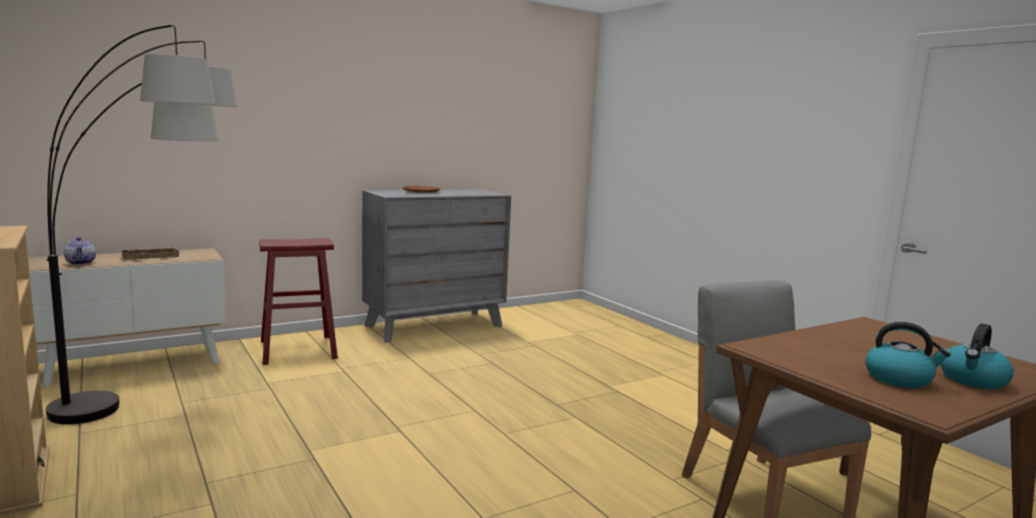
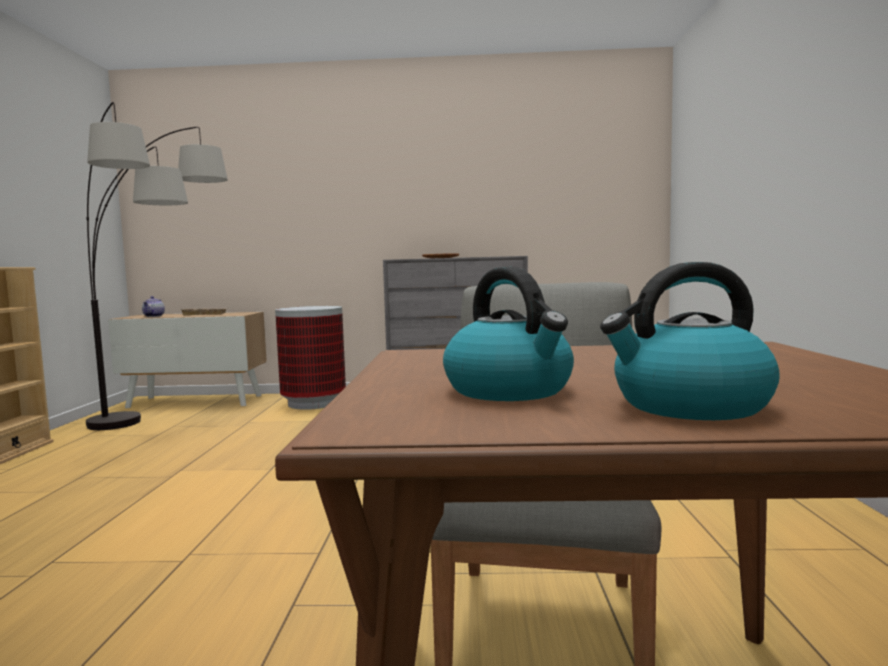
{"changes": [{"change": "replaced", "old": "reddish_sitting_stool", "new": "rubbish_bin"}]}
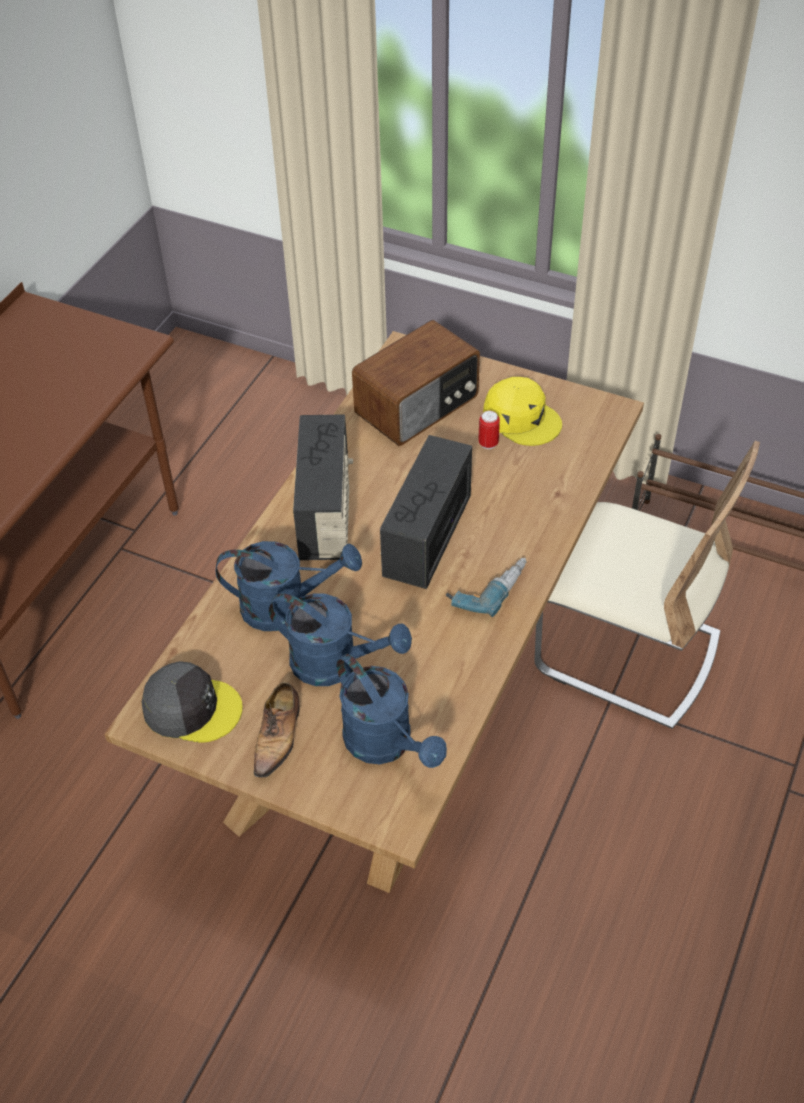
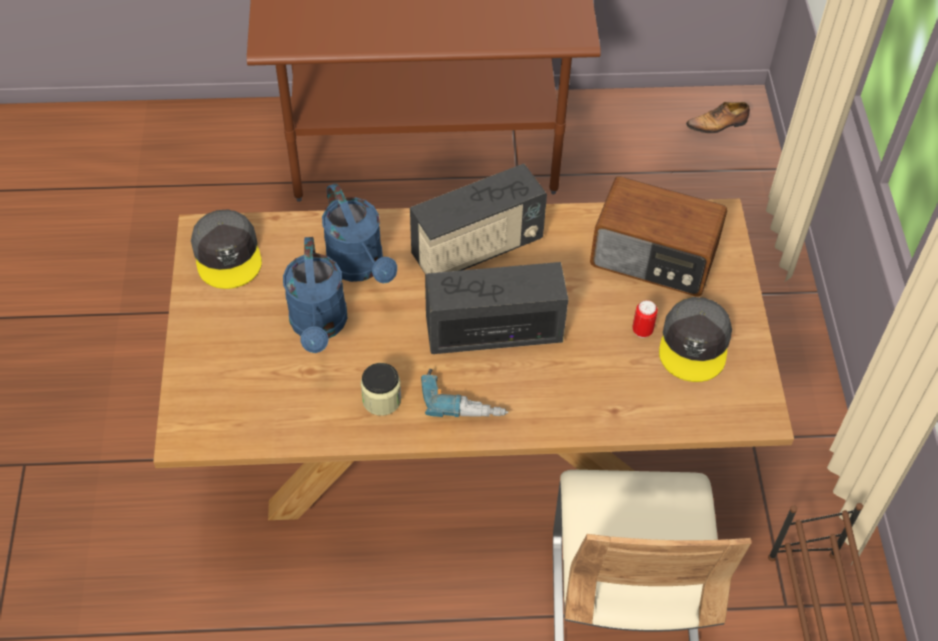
{"changes": [{"change": "added", "new": "preserve_jar"}, {"change": "recoloured", "old": "yellow_baseball_cap", "new": "greyish_baseball_cap (2nd from left)"}, {"change": "moved", "old": "shoe"}, {"change": "removed", "old": "blue-coloured_sprinkling_can (3rd from left)"}]}
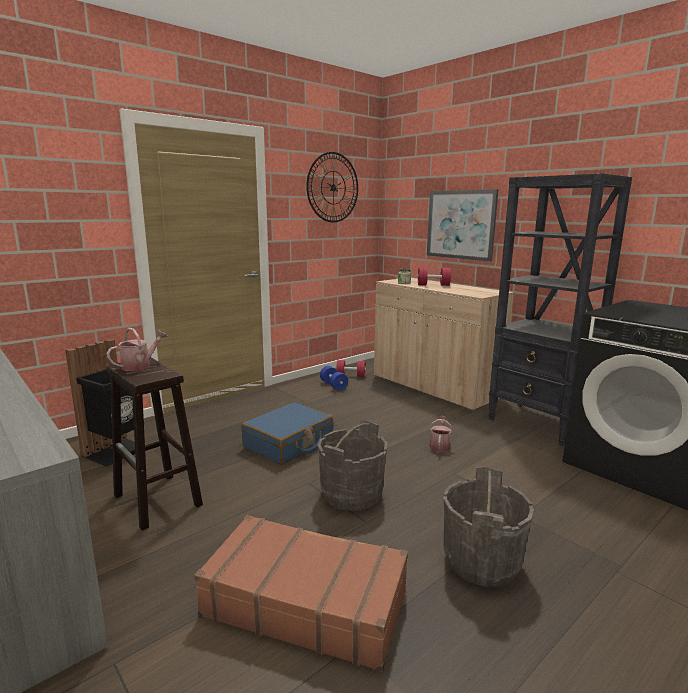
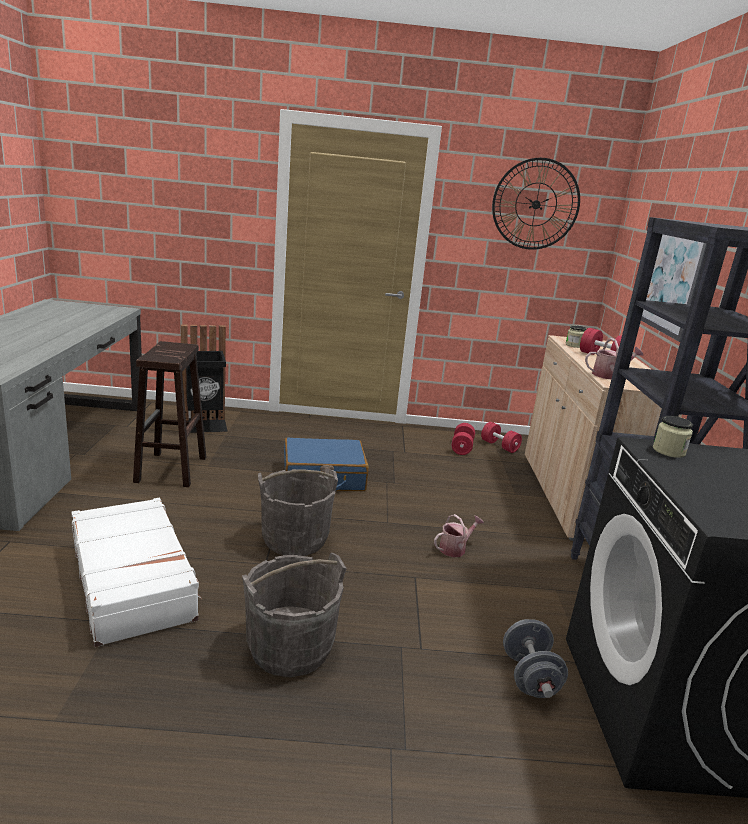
{"changes": [{"change": "recoloured", "old": "brown-coloured_suitcase", "new": "whitish_suitcase"}, {"change": "recoloured", "old": "blue-coloured_free_weight", "new": "reddish_free_weight (1st from left)"}, {"change": "added", "new": "greyish_free_weight"}, {"change": "moved", "old": "sprinkling_can (1st from left in the first image)", "new": "sprinkling_can (2nd from left)"}, {"change": "added", "new": "preserve_jar (2nd from left)"}]}
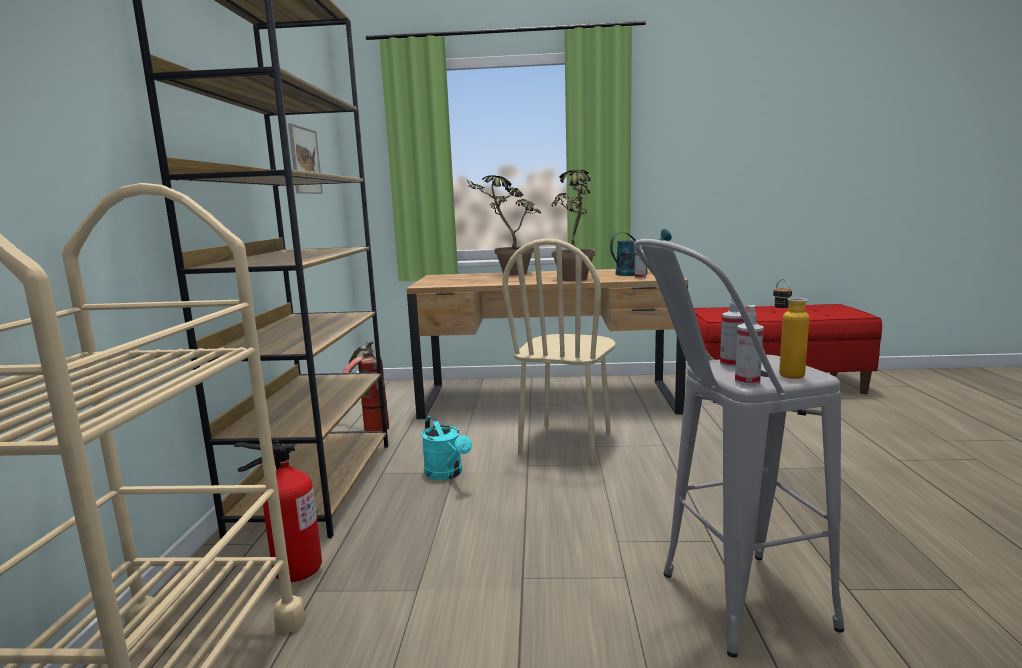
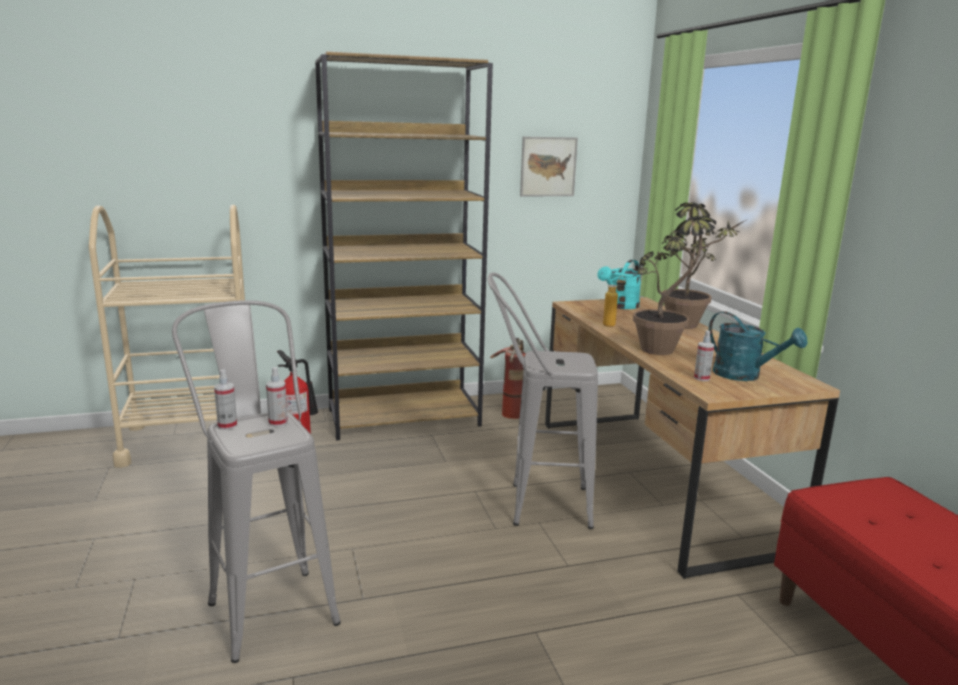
{"changes": [{"change": "replaced", "old": "beige_upright_chair", "new": "greyish_sitting_stool (2nd from left)"}, {"change": "moved", "old": "turquoise_sprinkling_can (1st from left)"}, {"change": "moved", "old": "beverage_bottle"}]}
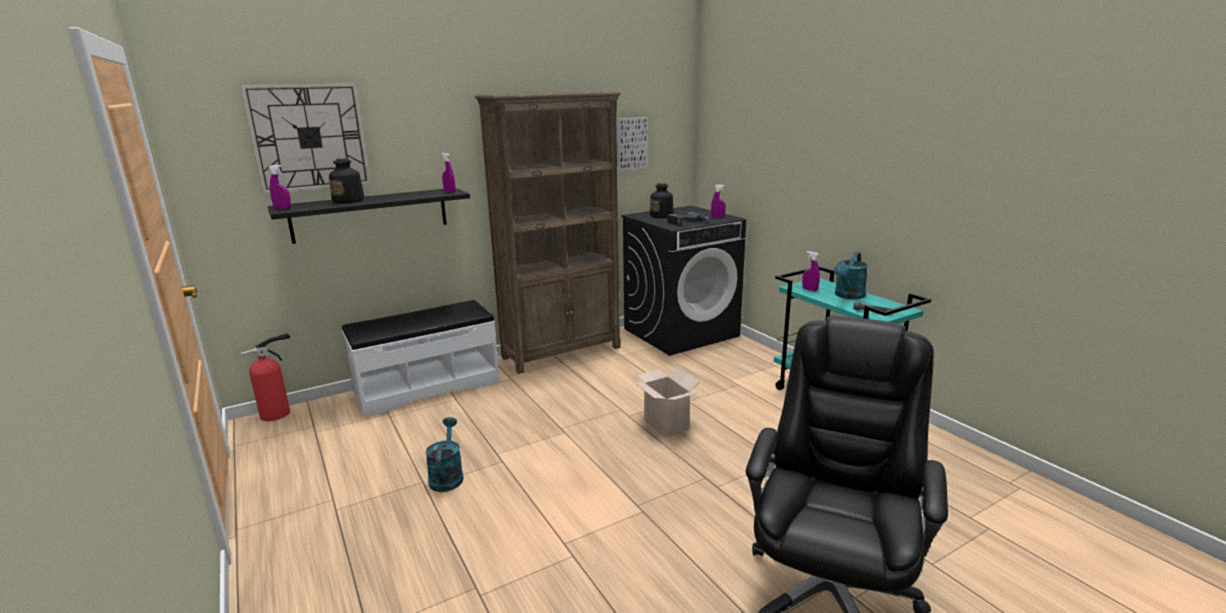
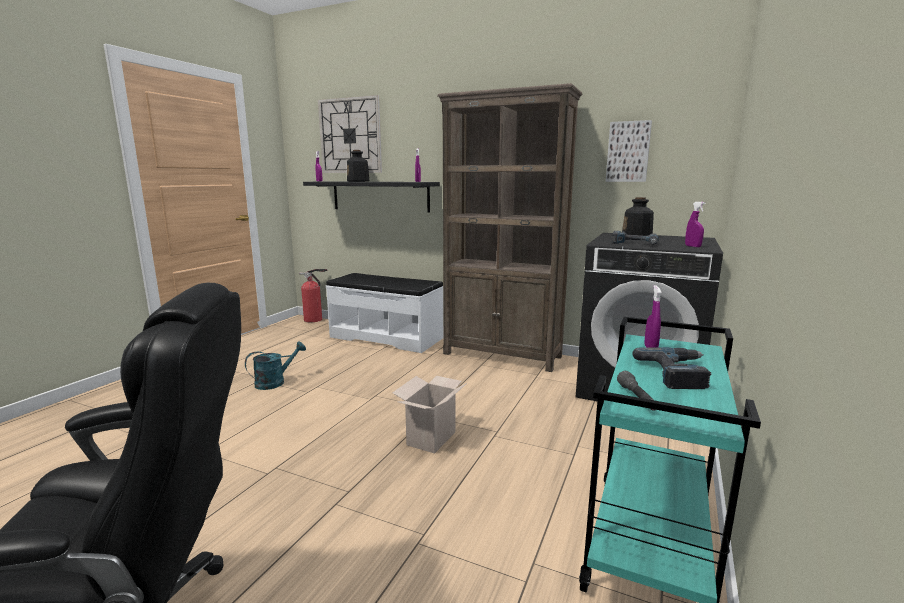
{"changes": [{"change": "replaced", "old": "turquoise_sprinkling_can (2nd from left)", "new": "power_drill (2nd from left)"}]}
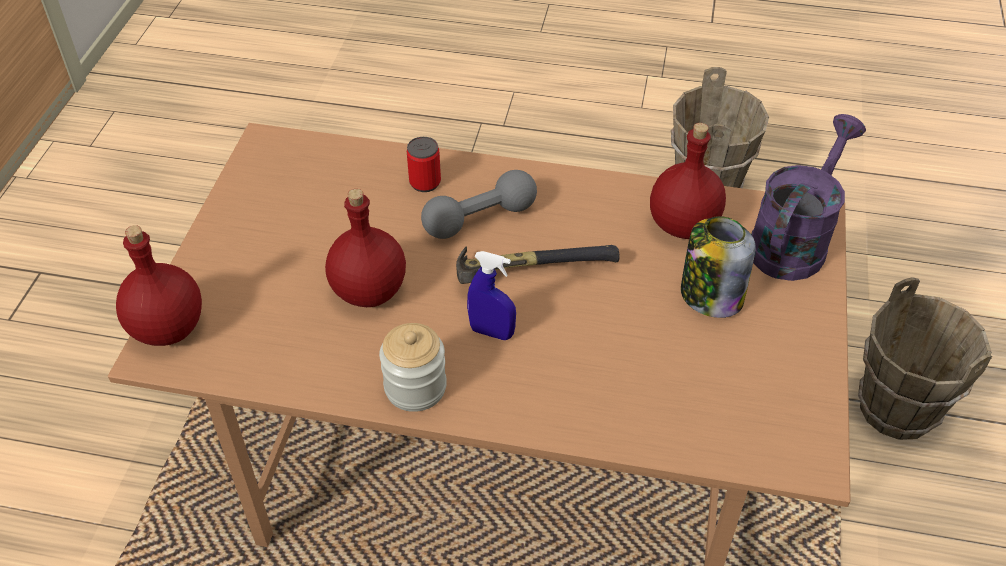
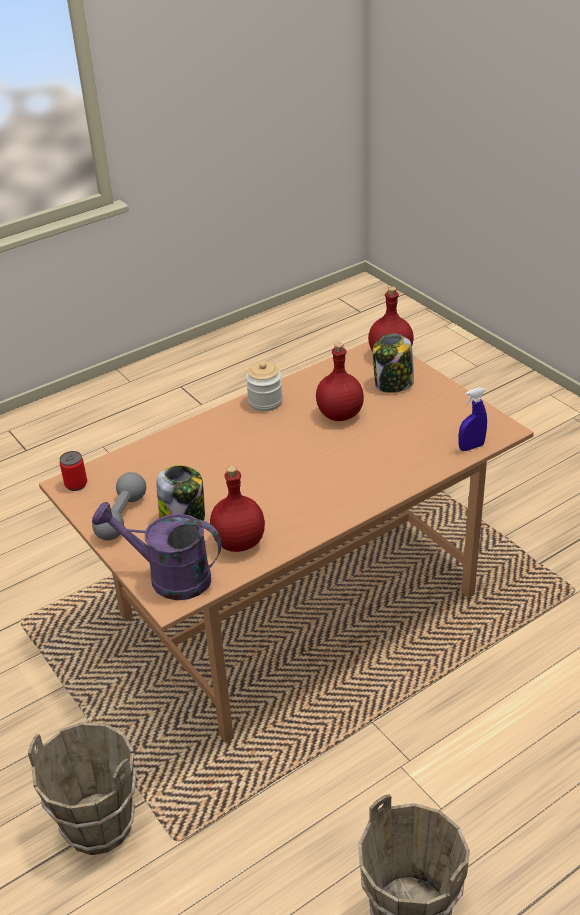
{"changes": [{"change": "moved", "old": "sealed_can"}, {"change": "moved", "old": "greyish_free_weight"}, {"change": "turned", "old": "purple_sprinkling_can", "degrees": 120}, {"change": "added", "new": "preserve_jar (3rd from left)"}, {"change": "moved", "old": "blue-coloured_spray_bottle"}, {"change": "removed", "old": "hand_hammer"}]}
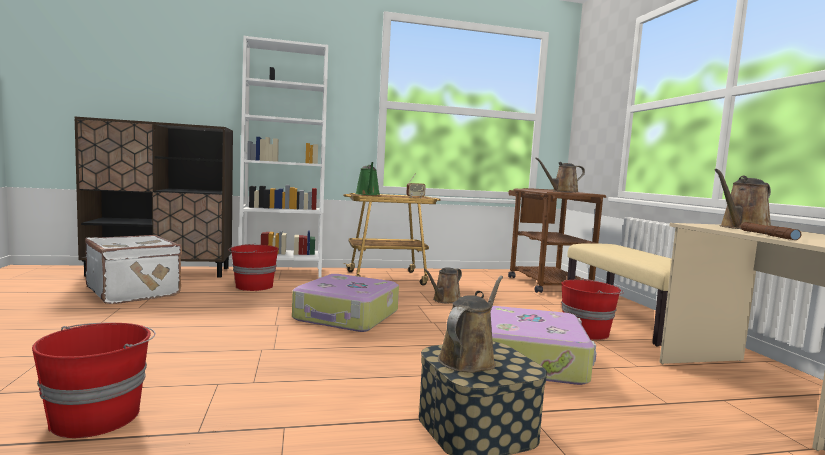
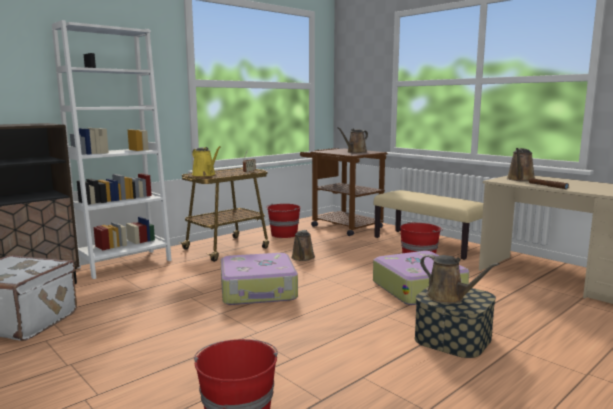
{"changes": [{"change": "recoloured", "old": "green-coloured_sprinkling_can", "new": "yellow_sprinkling_can"}, {"change": "moved", "old": "reddish_bucket (2nd from left)"}, {"change": "turned", "old": "brown-coloured_sprinkling_can (2nd from left in the first image)", "degrees": 135}]}
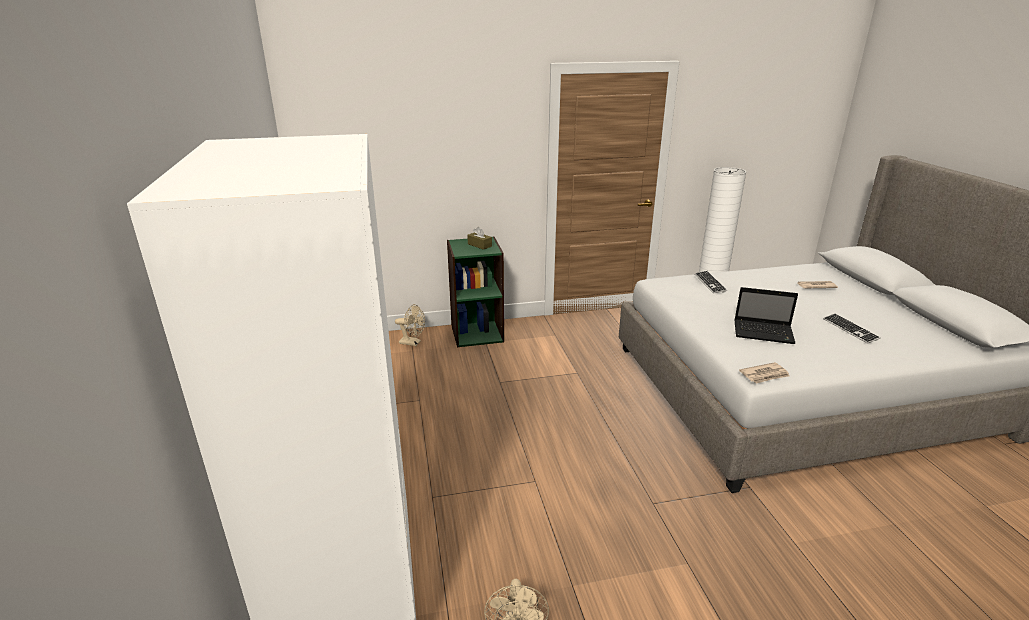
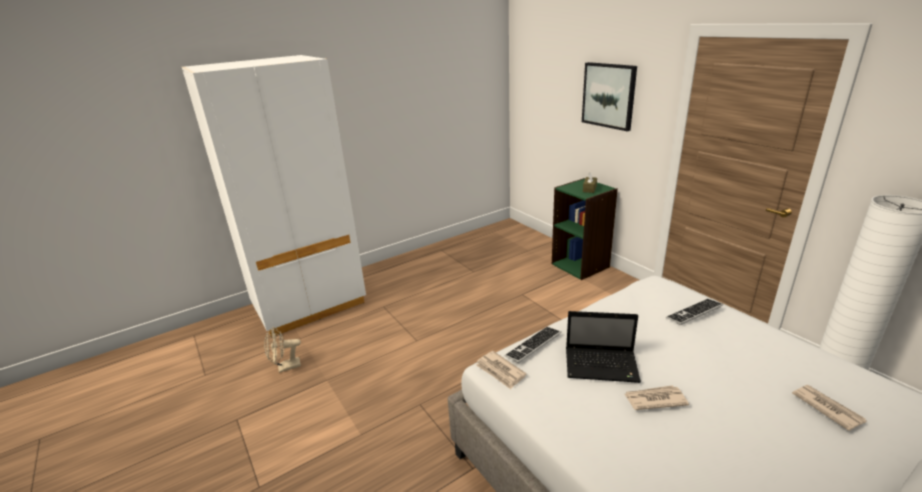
{"changes": [{"change": "moved", "old": "keyboard (2nd from left in the first image)", "new": "keyboard (1st from left)"}, {"change": "turned", "old": "notebook_computer", "degrees": -75}, {"change": "added", "new": "picture"}, {"change": "added", "new": "daily_paper (2nd from left)"}, {"change": "removed", "old": "beige_fan (1st from left)"}]}
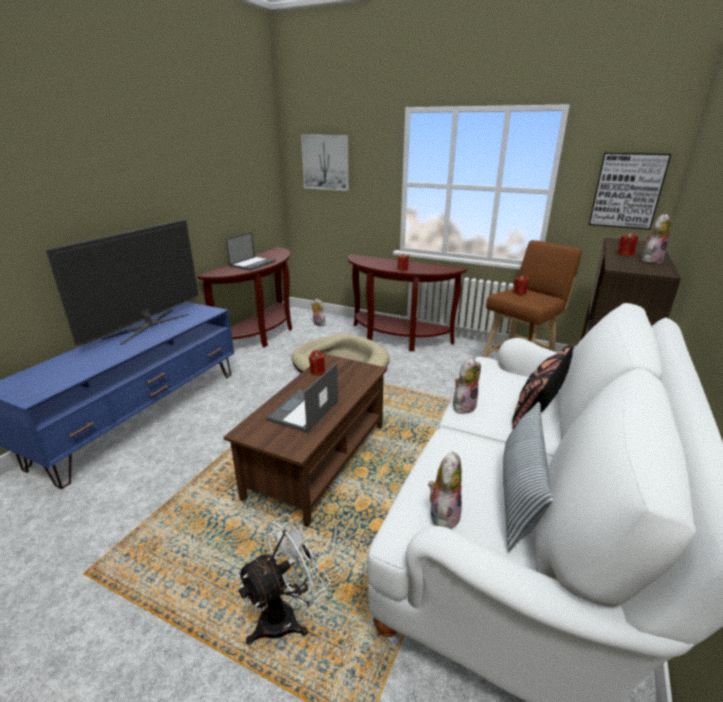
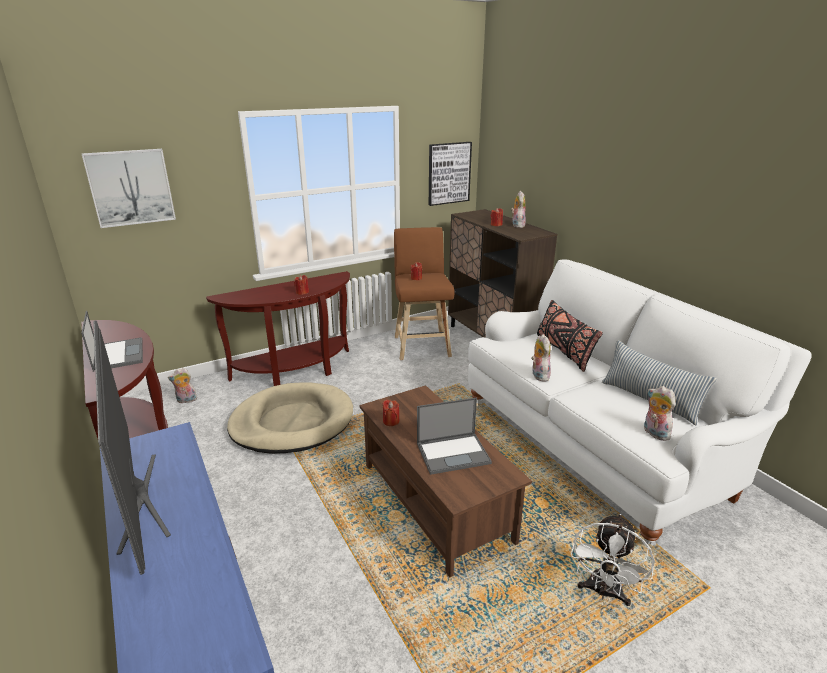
{"changes": [{"change": "turned", "old": "notebook_computer (2nd from left)", "degrees": -75}, {"change": "turned", "old": "whitish_fan", "degrees": -150}]}
